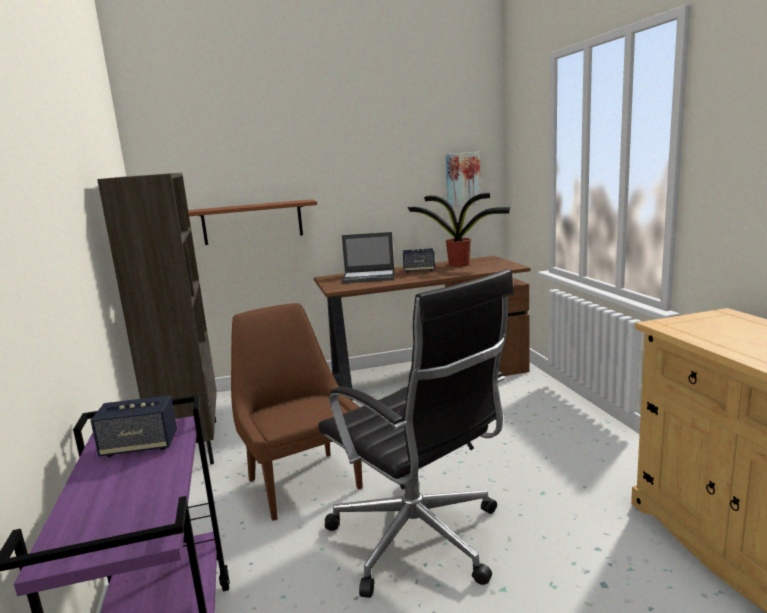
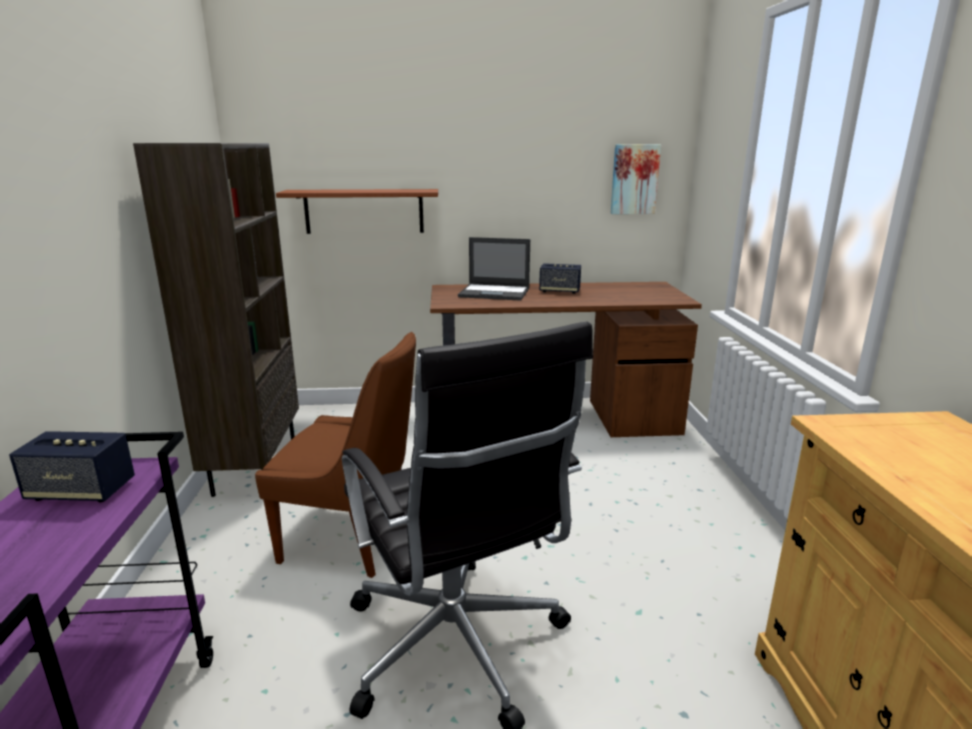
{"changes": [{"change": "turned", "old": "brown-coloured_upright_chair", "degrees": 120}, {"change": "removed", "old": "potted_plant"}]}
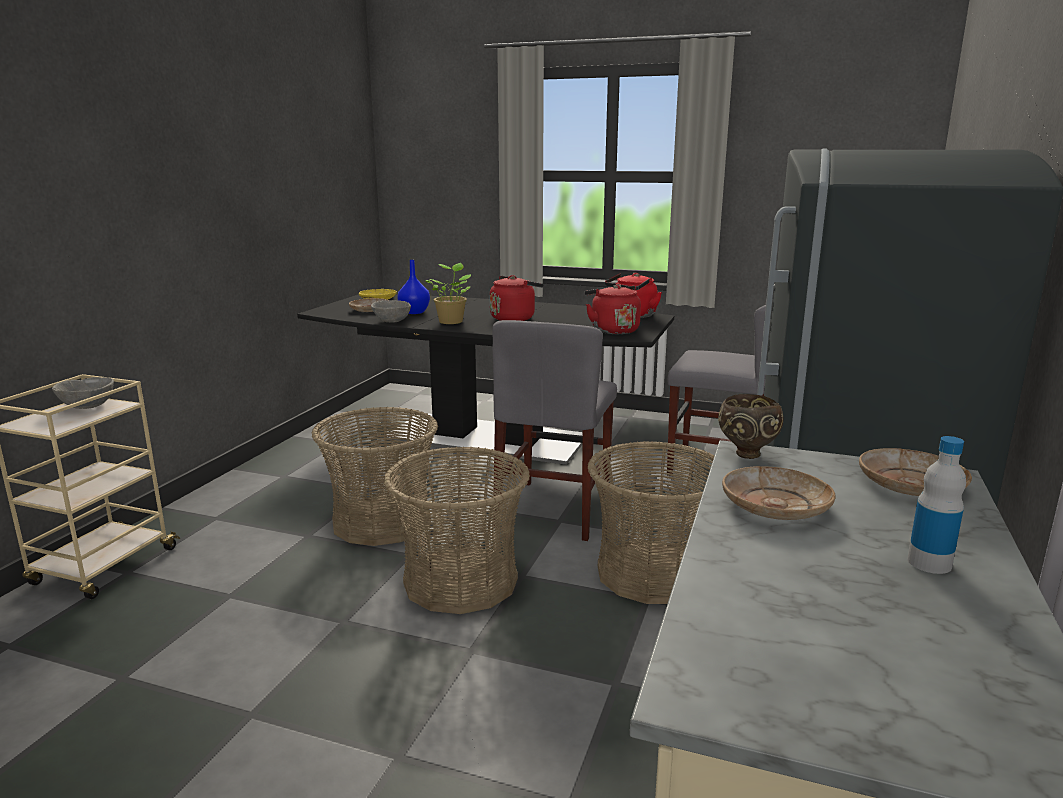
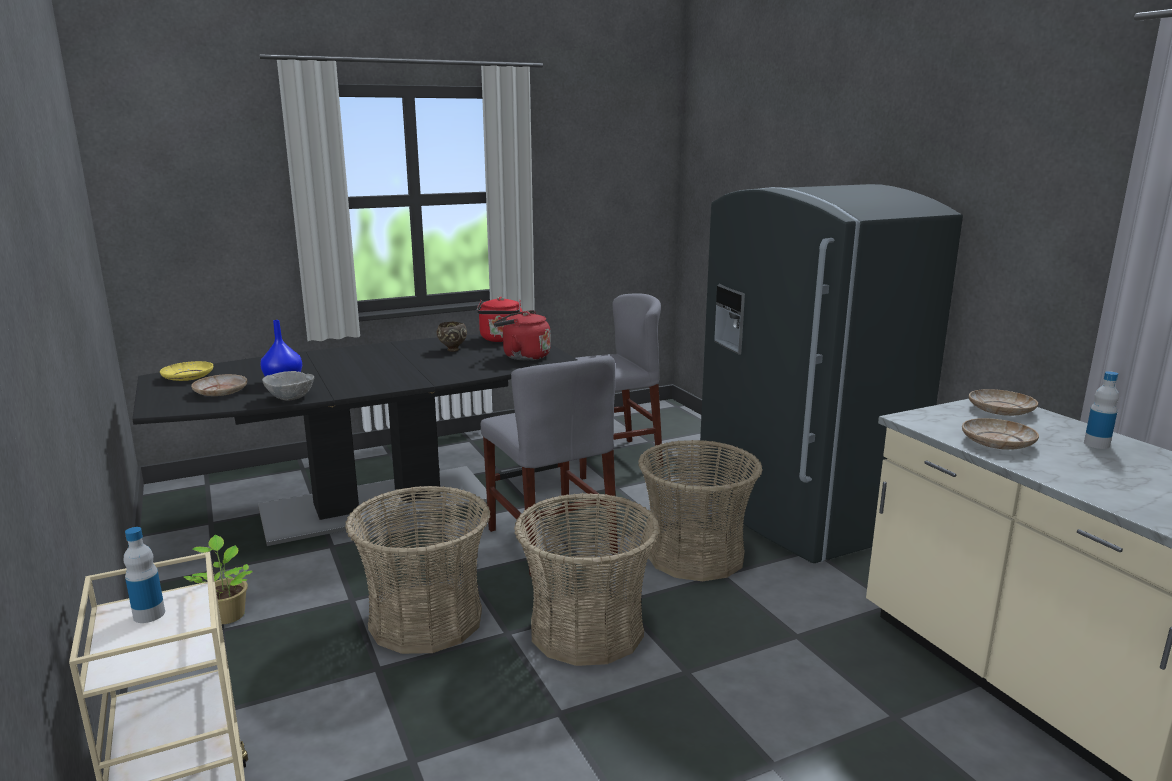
{"changes": [{"change": "replaced", "old": "greyish_bowl (1st from left)", "new": "beverage_bottle (1st from left)"}, {"change": "moved", "old": "potted_plant"}, {"change": "moved", "old": "brown-coloured_bowl"}, {"change": "removed", "old": "reddish_kettle (1st from left)"}]}
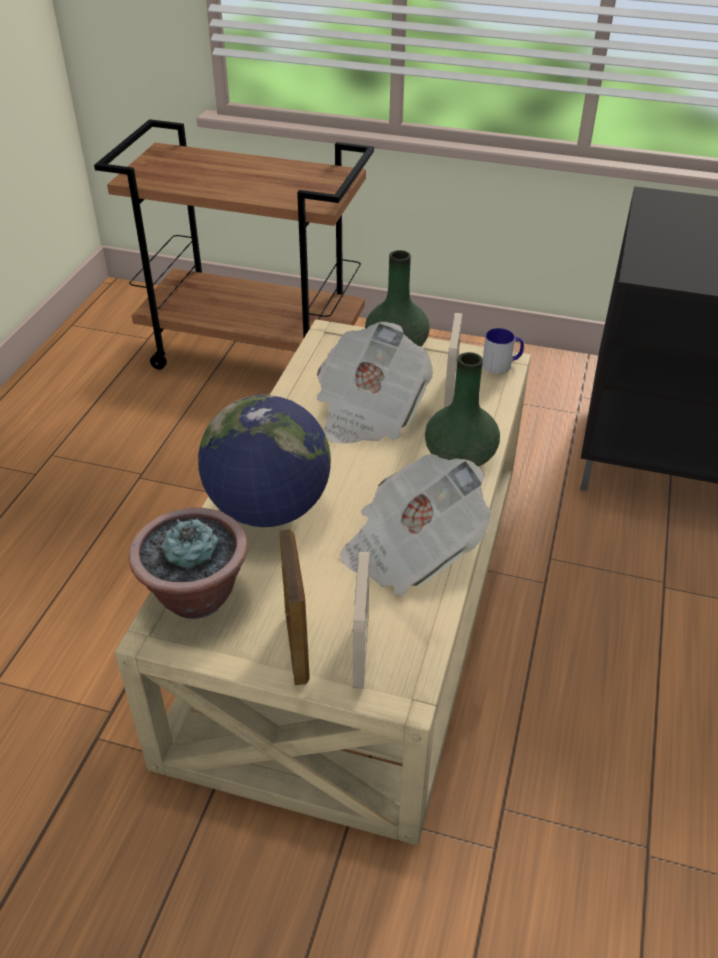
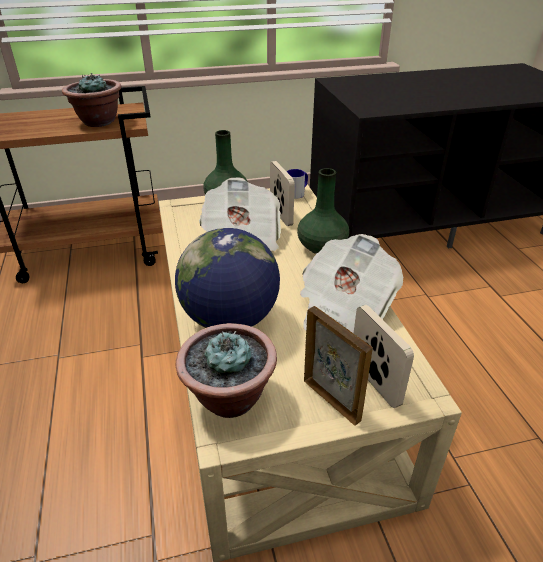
{"changes": [{"change": "added", "new": "potted_plant (1st from left)"}]}
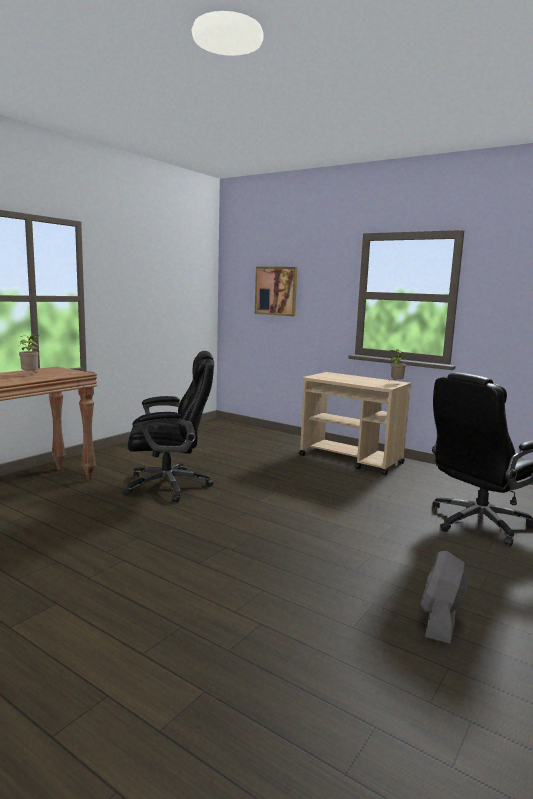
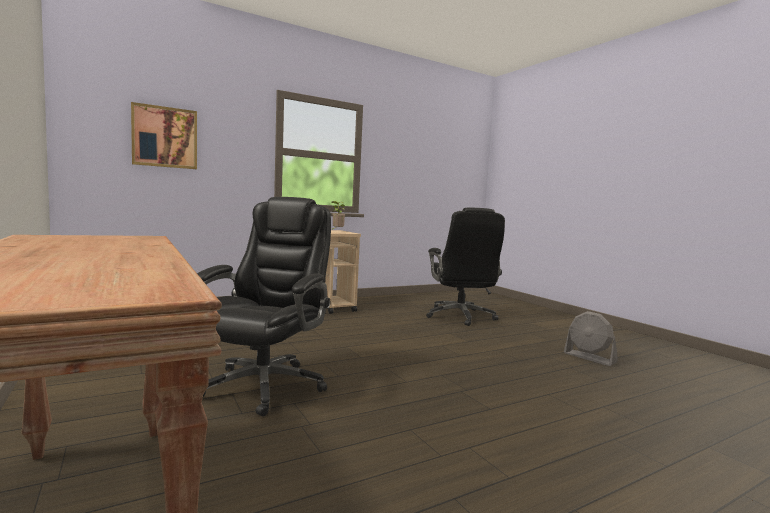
{"changes": [{"change": "removed", "old": "potted_plant (1st from left)"}]}
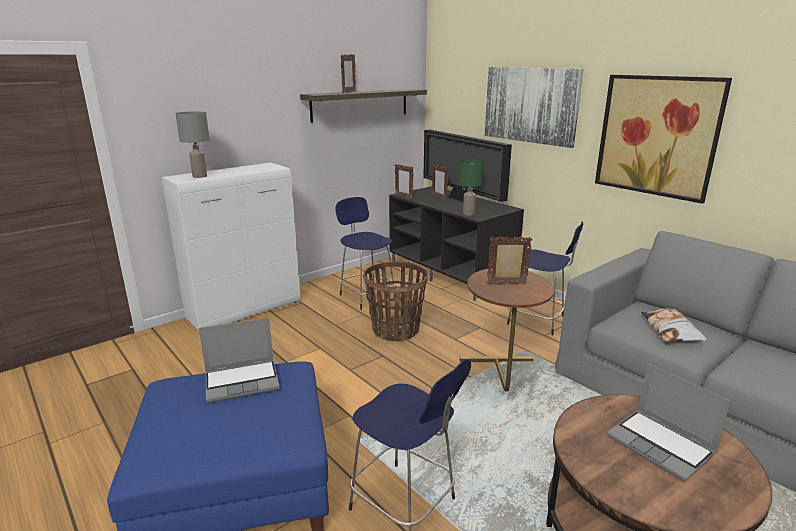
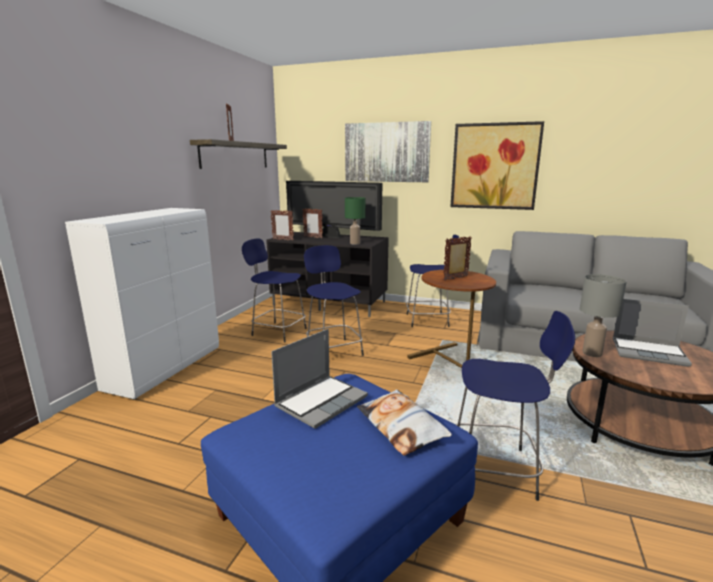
{"changes": [{"change": "replaced", "old": "household_basket", "new": "blue-coloured_sitting_stool (2nd from left)"}, {"change": "moved", "old": "pillow"}, {"change": "moved", "old": "greyish_lamp_for_a_table"}]}
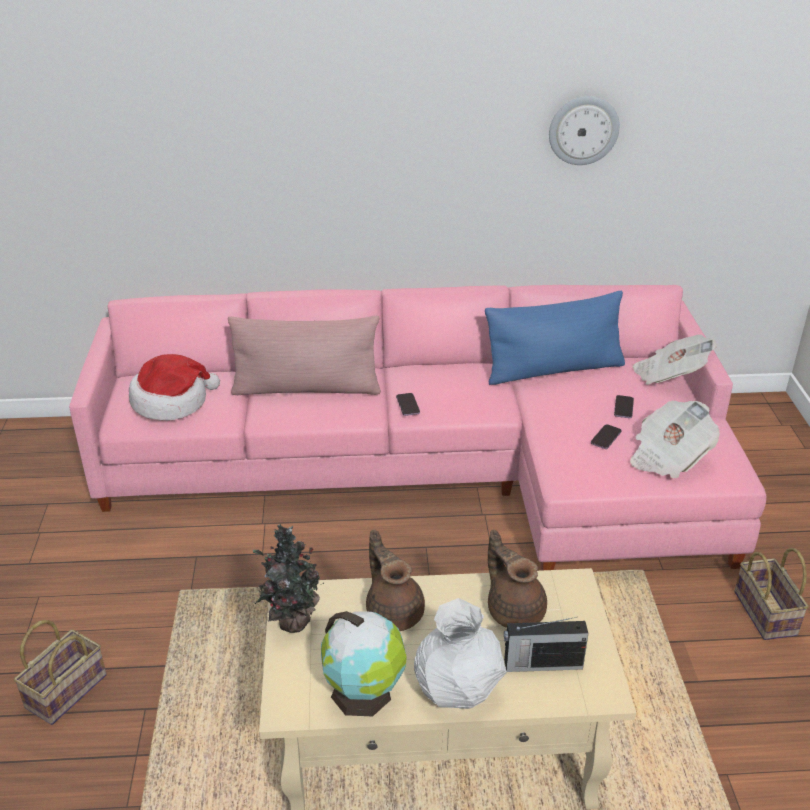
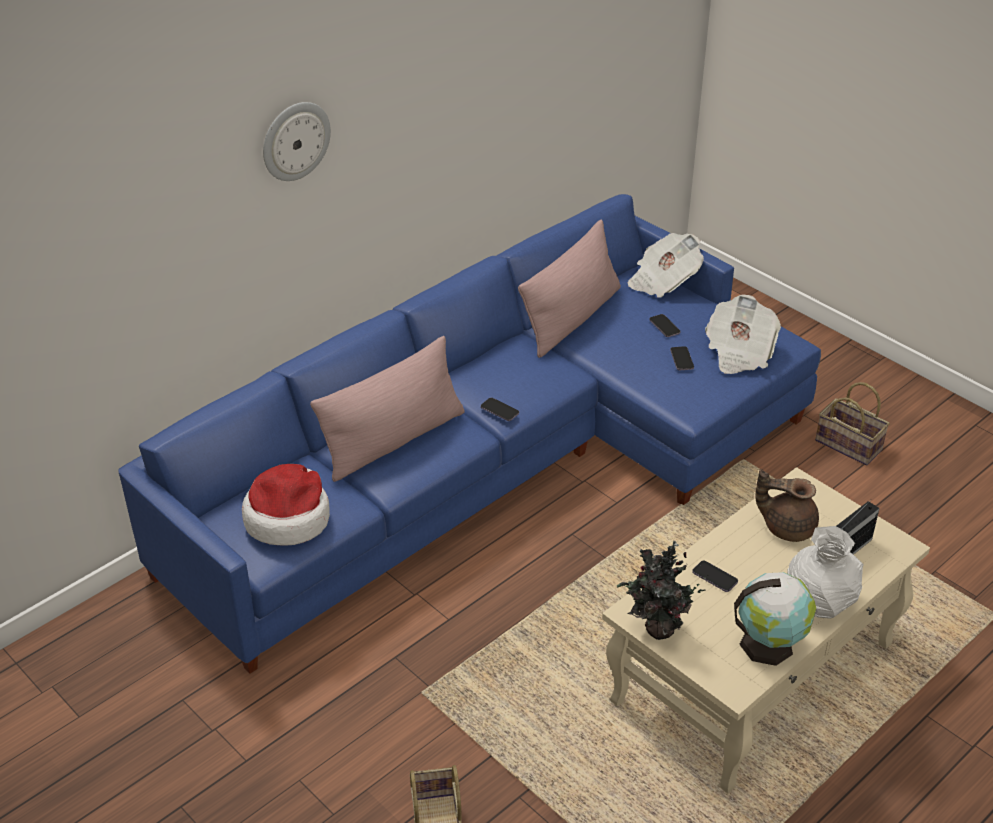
{"changes": [{"change": "recoloured", "old": "pink-coloured_couch", "new": "blue-coloured_couch"}, {"change": "moved", "old": "clock_on_the_wall"}, {"change": "recoloured", "old": "blue-coloured_pillow", "new": "pink-coloured_pillow (2nd from left)"}, {"change": "replaced", "old": "brown-coloured_tea_pot (1st from left)", "new": "telephone (4th from left)"}]}
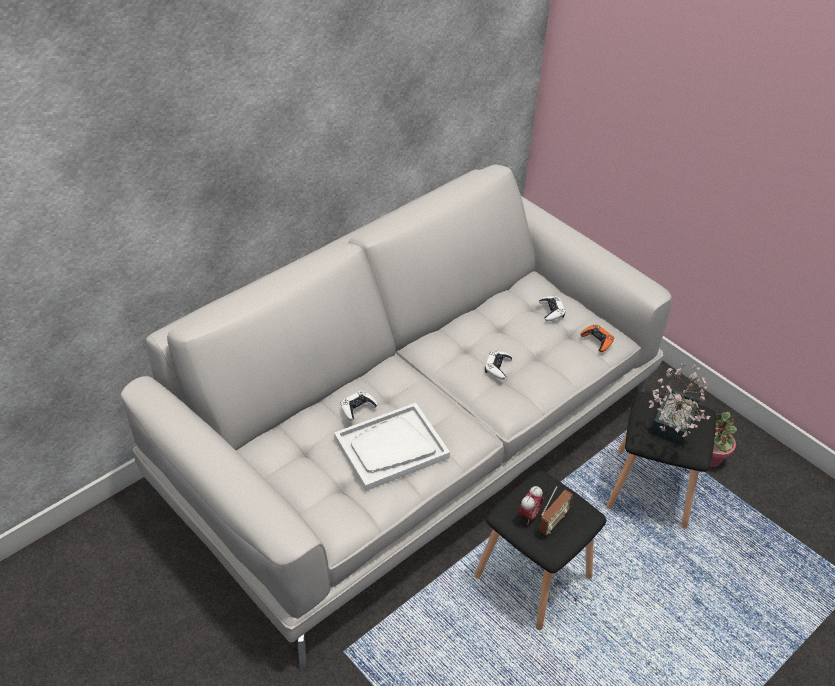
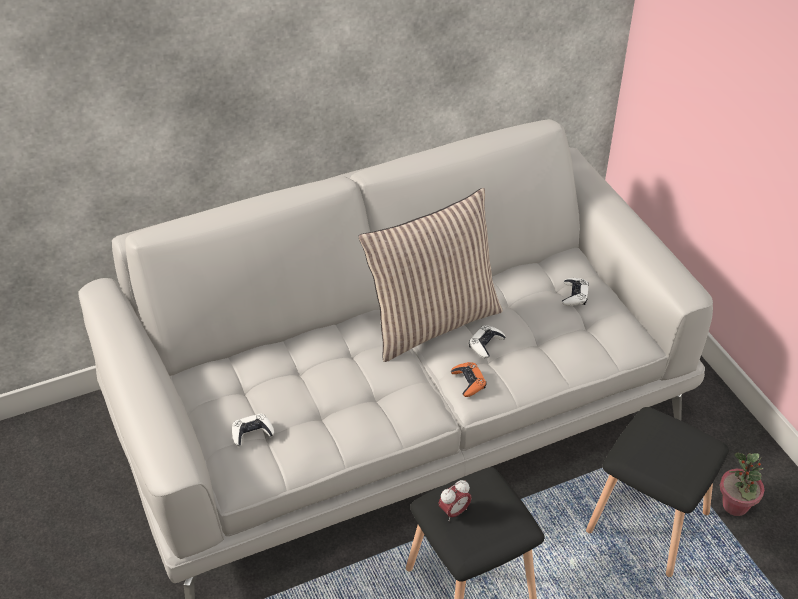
{"changes": [{"change": "moved", "old": "whitish_gamepad (1st from left)"}, {"change": "added", "new": "pillow"}, {"change": "moved", "old": "orange-coloured_gamepad"}, {"change": "removed", "old": "whitish_carrying_tray"}, {"change": "removed", "old": "radio"}, {"change": "removed", "old": "potted_plant (1st from left)"}]}
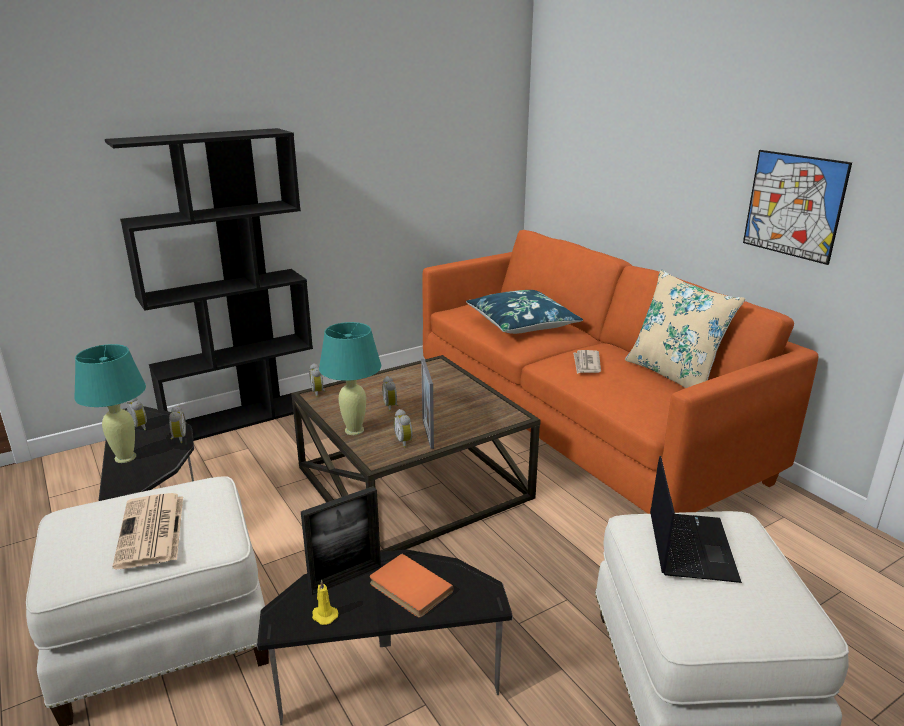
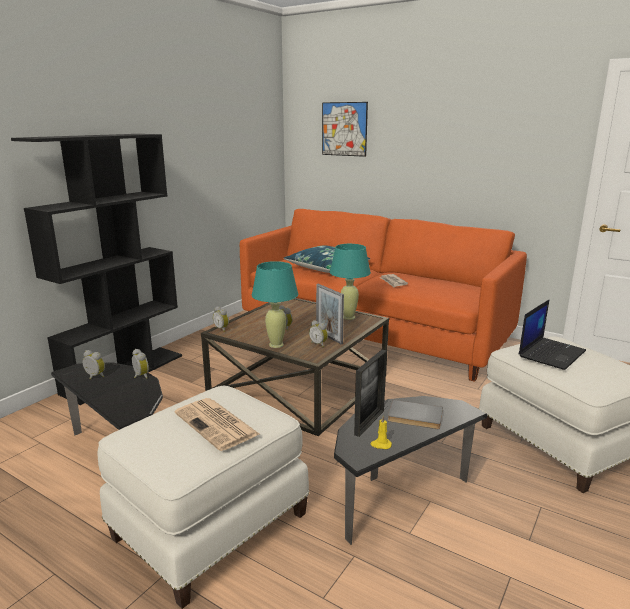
{"changes": [{"change": "moved", "old": "picture"}, {"change": "moved", "old": "turquoise_lamp_for_a_table (1st from left in the first image)", "new": "turquoise_lamp_for_a_table (2nd from left)"}, {"change": "recoloured", "old": "orange-coloured_bound_book", "new": "greyish_bound_book"}, {"change": "turned", "old": "notebook_computer", "degrees": 60}, {"change": "removed", "old": "beige_pillow"}]}
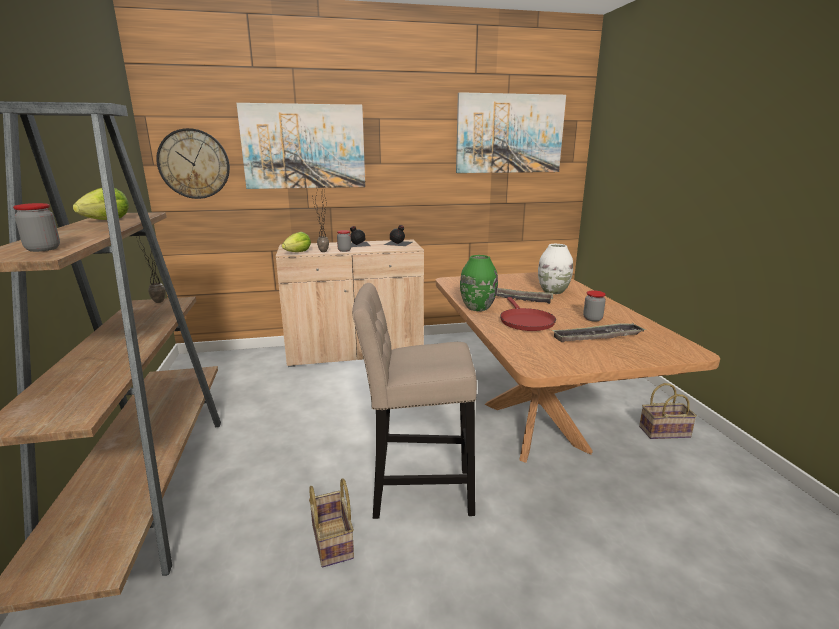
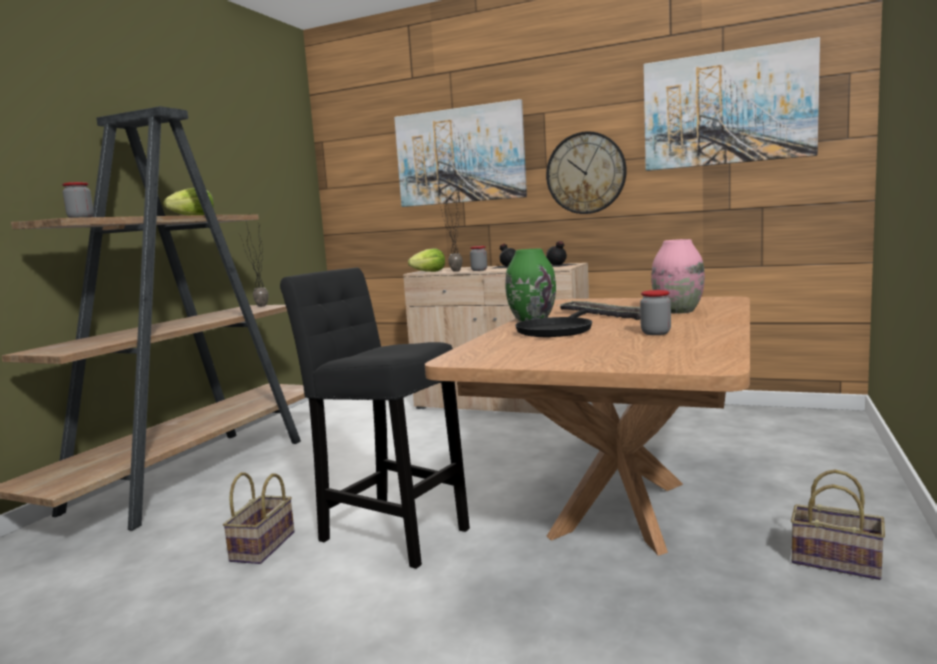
{"changes": [{"change": "recoloured", "old": "beige_sitting_stool", "new": "blackish_sitting_stool"}, {"change": "recoloured", "old": "reddish_skillet", "new": "blackish_skillet"}, {"change": "moved", "old": "clock_on_the_wall"}, {"change": "recoloured", "old": "whitish_flower_vase", "new": "pink-coloured_flower_vase"}, {"change": "removed", "old": "carrying_tray (2nd from left)"}]}
